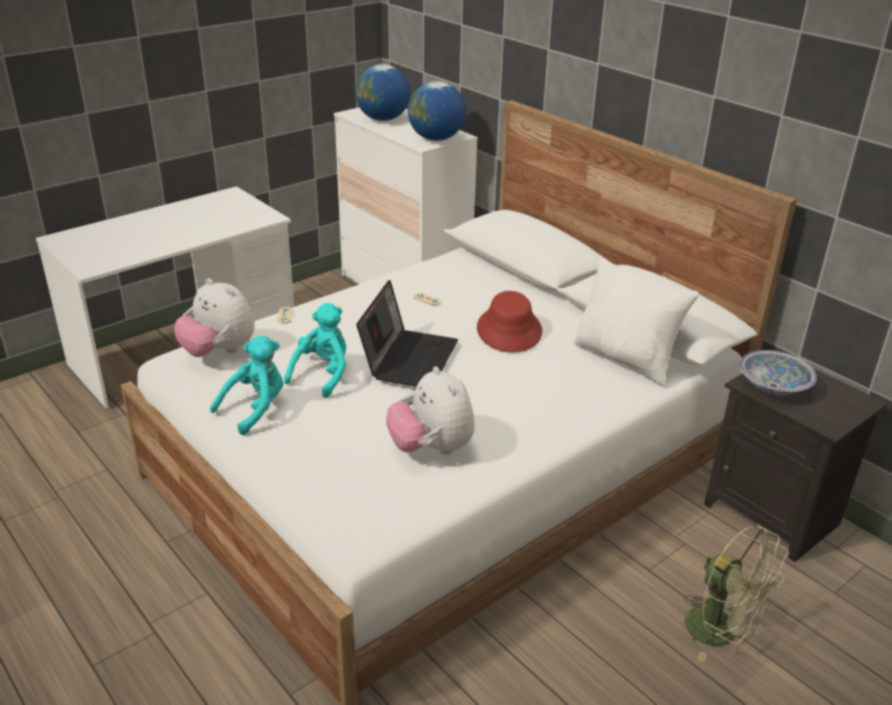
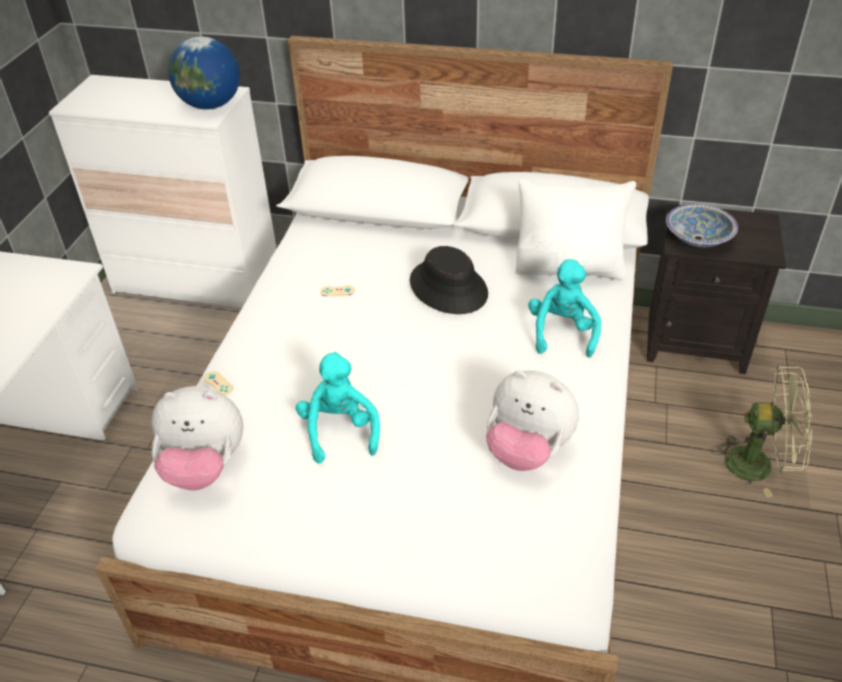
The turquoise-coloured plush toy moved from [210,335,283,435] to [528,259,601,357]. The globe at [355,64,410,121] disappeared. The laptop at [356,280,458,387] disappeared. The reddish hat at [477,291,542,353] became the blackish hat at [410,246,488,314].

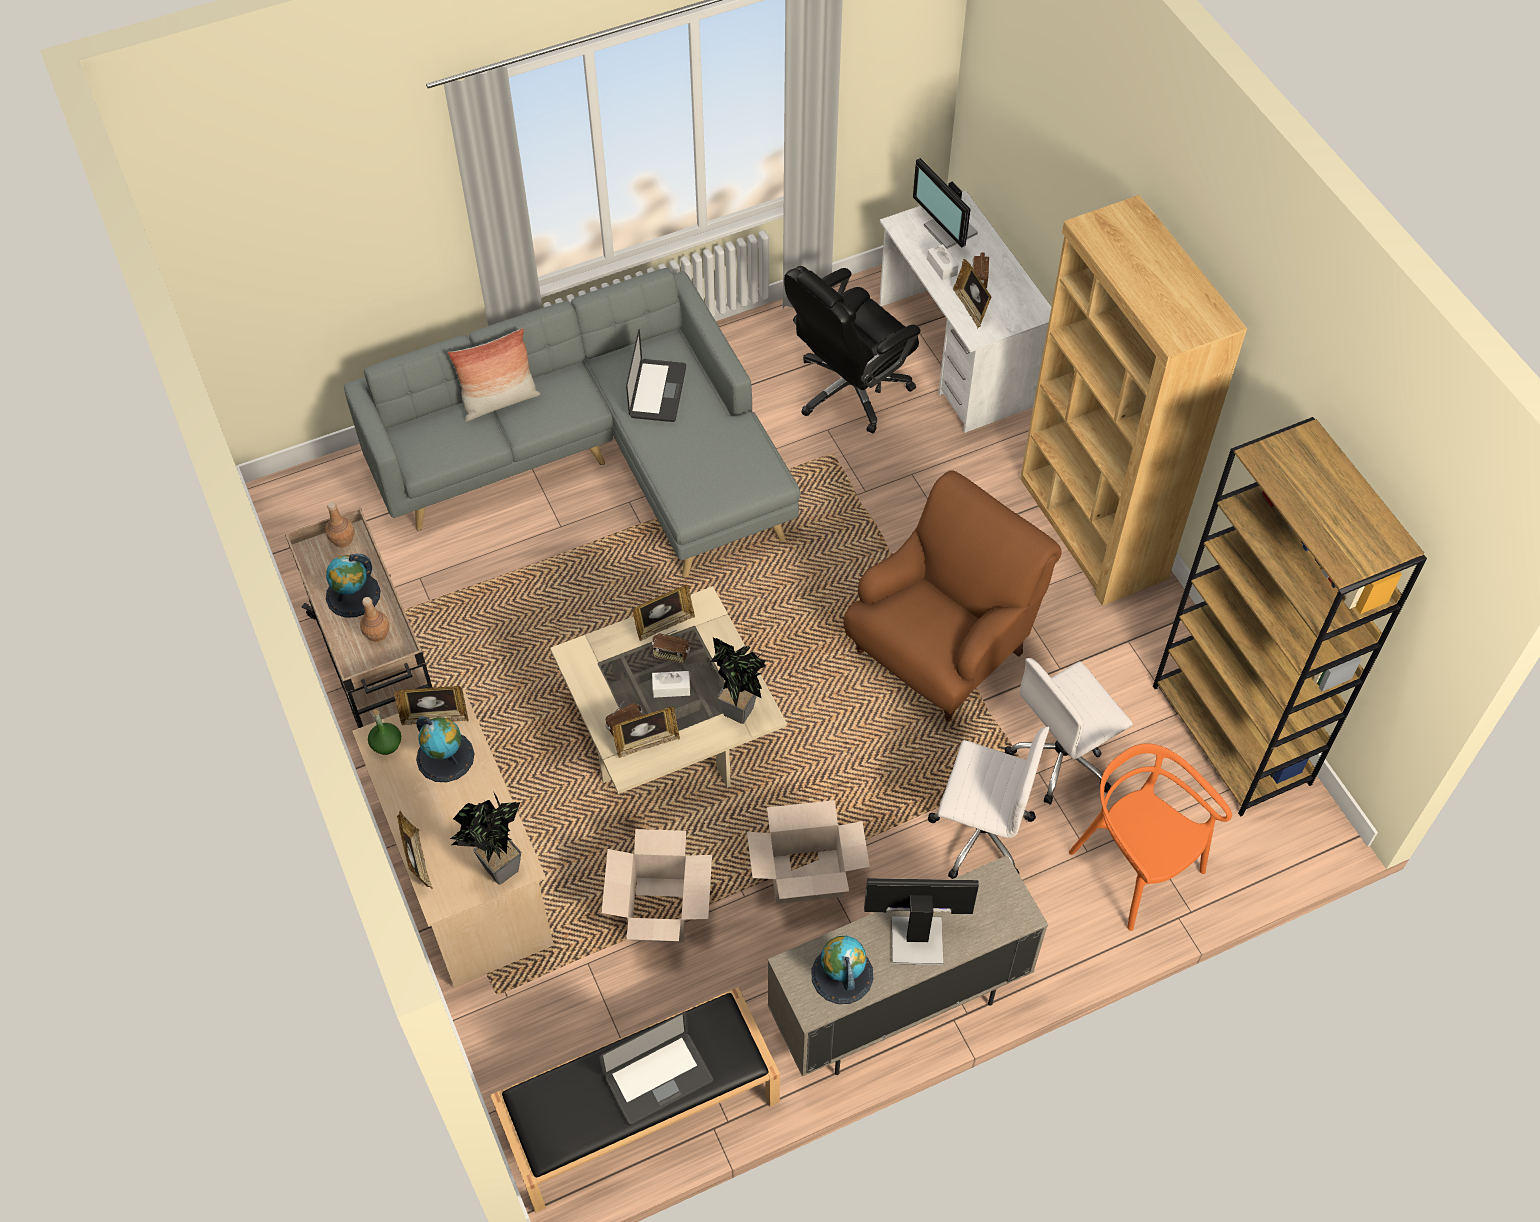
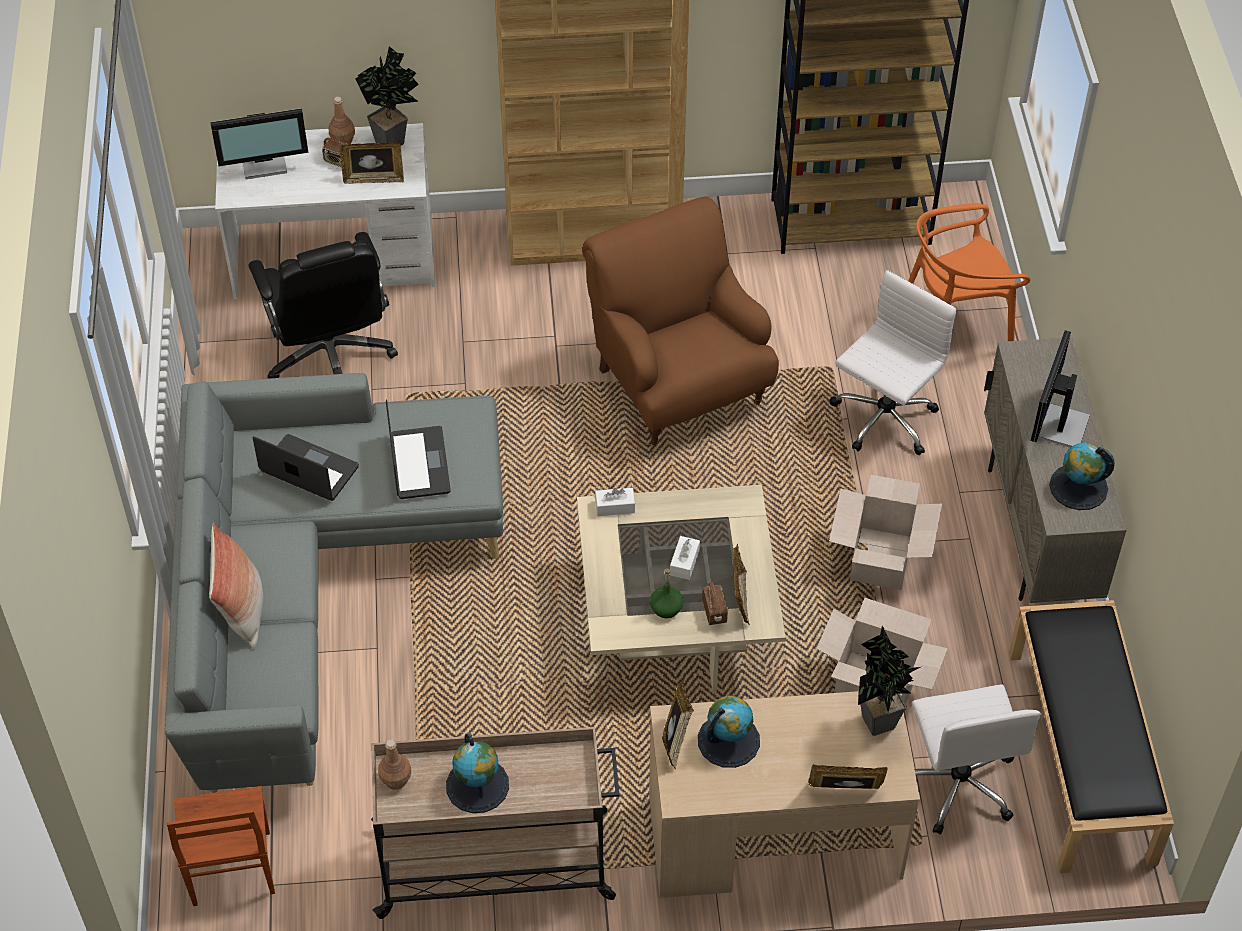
The brownish beverage bottle moved from [360,597,390,642] to [328,97,355,144]. The greenish beverage bottle moved from [368,710,401,755] to [650,569,683,618]. The laptop moved from [599,1012,713,1125] to [386,399,451,499]. The photo frame at [633,585,695,641] disappeared. The radio receiver at [652,630,690,664] disappeared. The plant in a pot moved from [711,638,766,724] to [355,46,419,146]. The whitish tissue box moved from [927,244,959,281] to [595,488,635,516]. The whitish computer chair moved from [1005,658,1133,804] to [912,684,1041,834]. The brownish plain chair at [167,786,275,906] appeared.

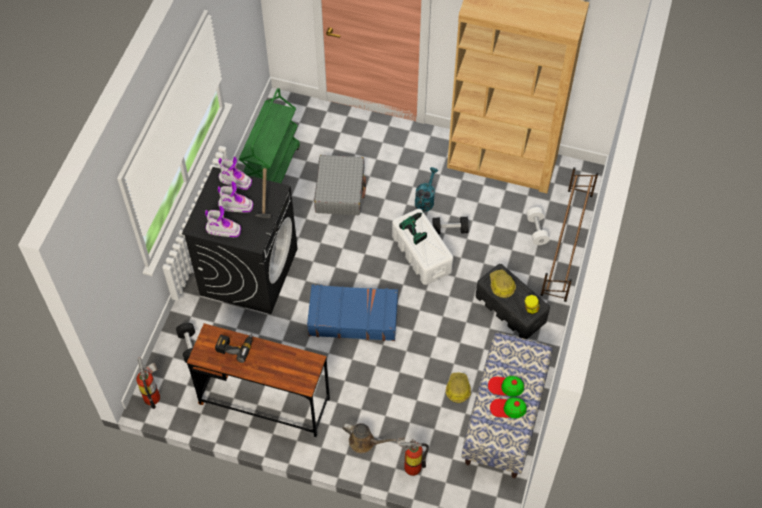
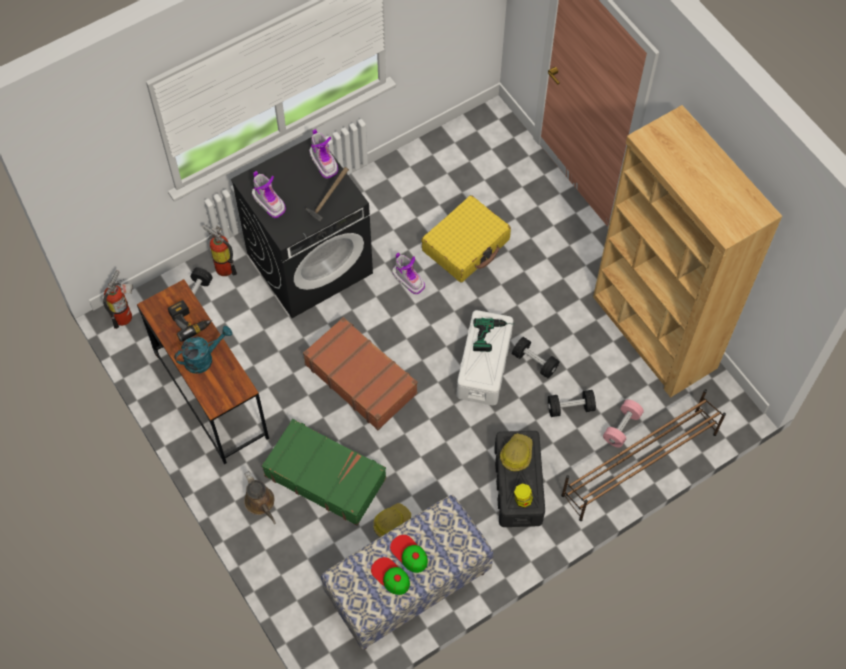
The high-top boot moved from [218,181,253,213] to [392,252,425,294]. The greenish trolley at [239,88,300,183] disappeared. The blue-coloured suitcase at [307,285,398,341] became the brownish suitcase at [303,317,418,430]. The grey suitcase at [314,155,366,215] became the yellow-coloured suitcase at [422,195,511,282]. The fire-fighting cylinder moved from [397,437,429,476] to [203,225,237,276]. The turquoise-coloured watering can moved from [415,167,438,212] to [174,326,232,374]. The whitish free weight at [526,207,550,245] became the pink-coloured free weight at [603,399,644,448]. The greenish suitcase at [262,419,386,526] appeared. The blackish free weight at [548,390,596,417] appeared.

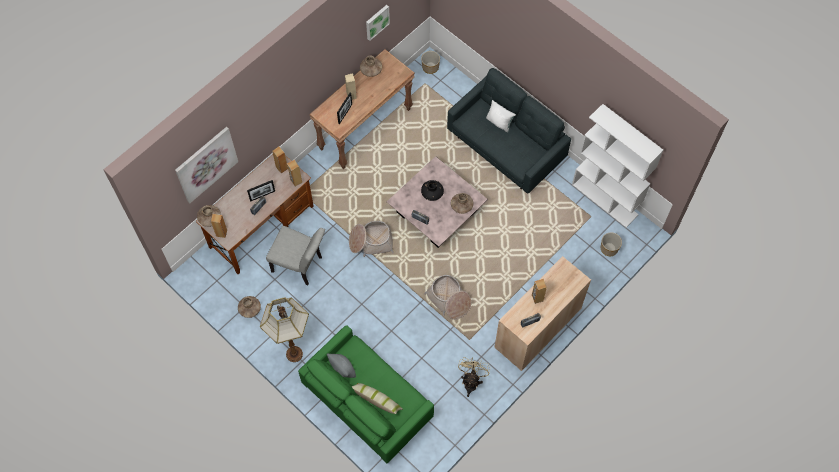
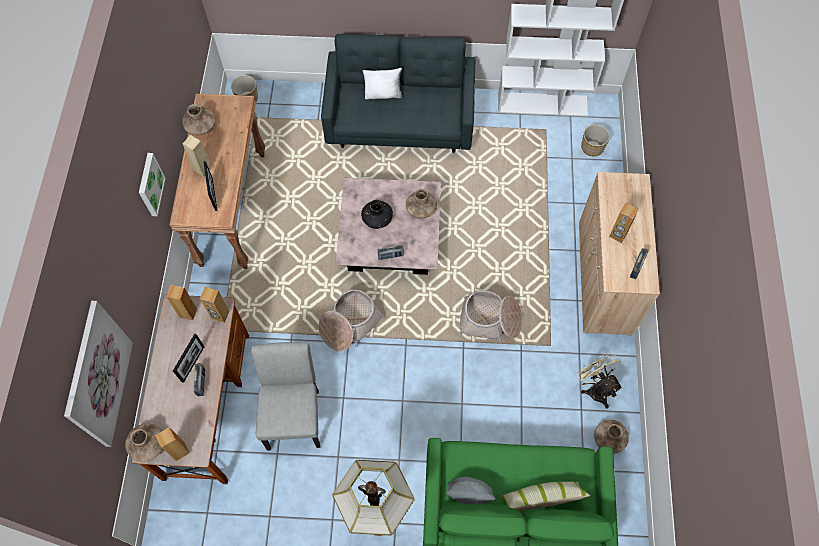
The brownish vase moved from [238,296,261,318] to [594,420,629,454]. The grey plain chair at [266,226,325,285] turned 75 degrees counterclockwise. The picture moved from [366,5,390,41] to [139,153,166,216].

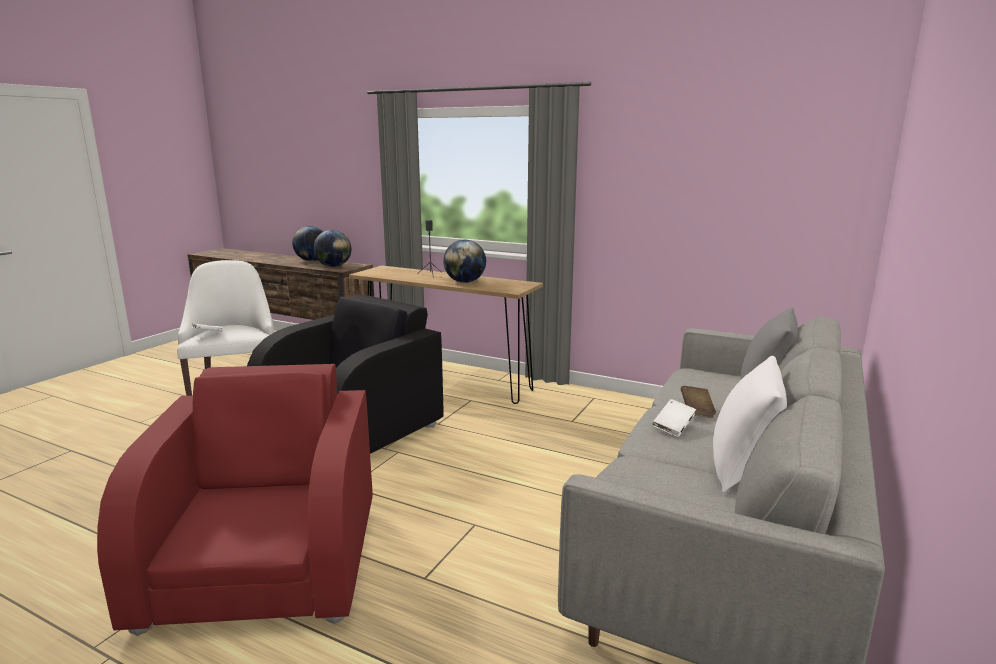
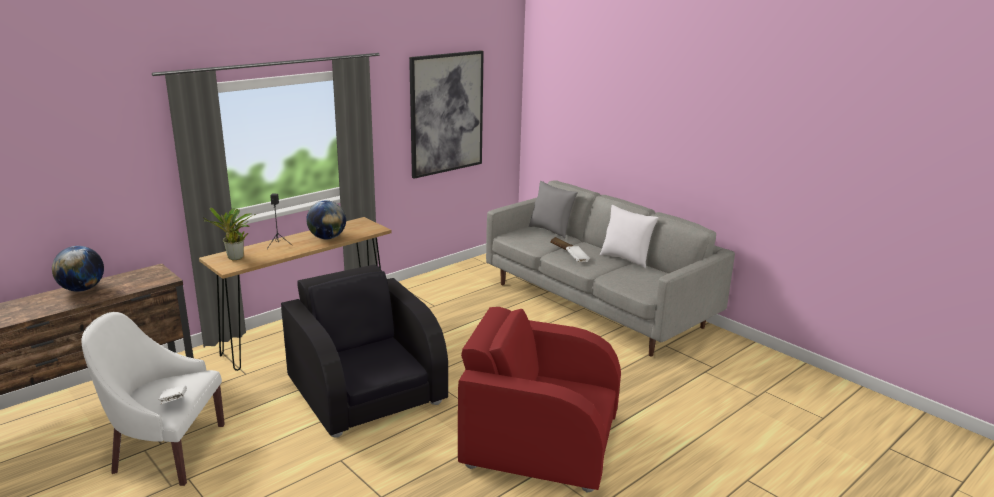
The globe at [314,230,351,267] disappeared. The plant in a pot at [204,208,256,260] appeared. The picture at [409,50,484,179] appeared.

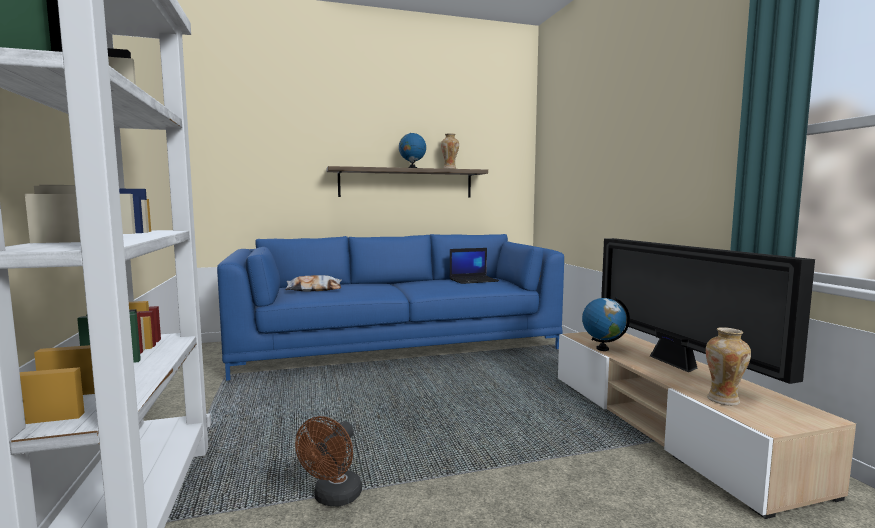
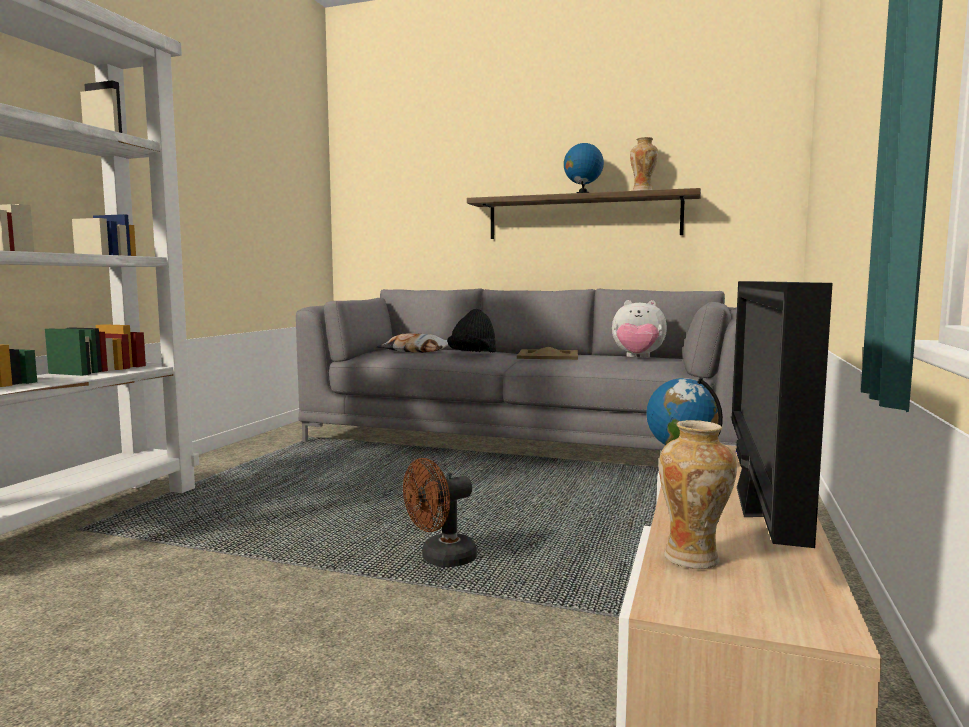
The blue-coloured sofa at [217,234,564,381] became the grey sofa at [296,288,738,450]. The brownish electric fan moved from [295,416,362,507] to [403,458,477,567]. The laptop at [450,248,499,284] was replaced by the plush toy at [612,300,667,358]. The blackish hat at [447,309,496,353] appeared. The sand-coloured carrying tray at [517,347,578,360] appeared.

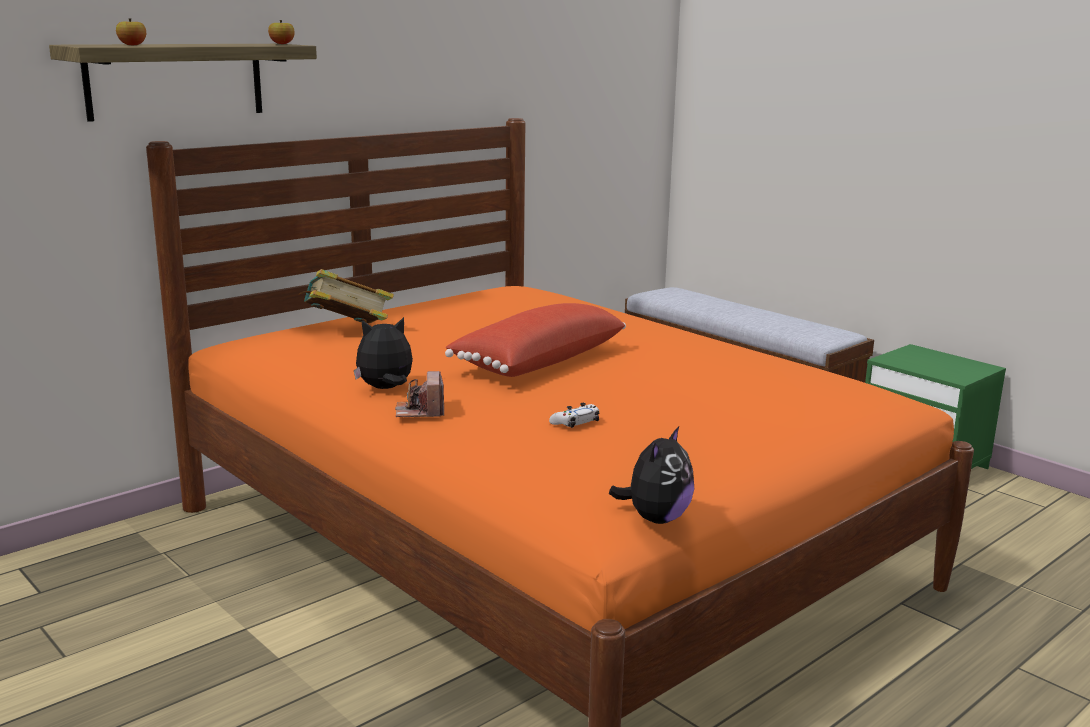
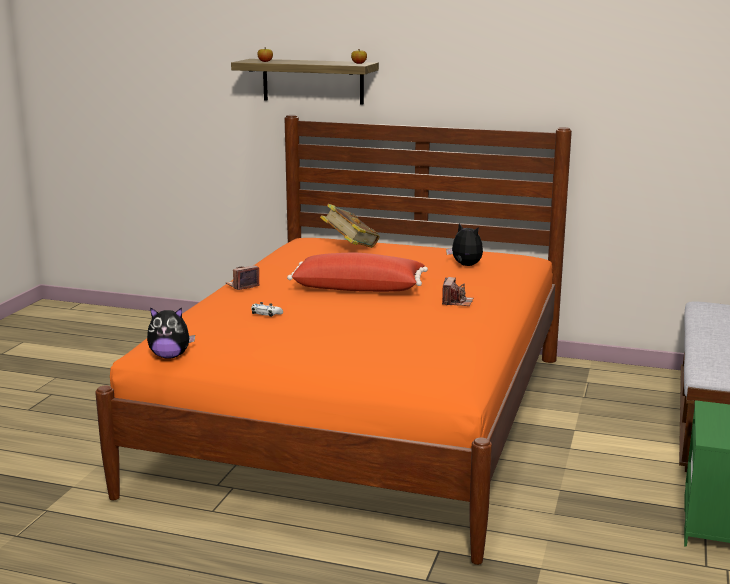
The plush toy moved from [354,317,413,389] to [446,223,483,266]. The still camera at [442,277,473,306] appeared.

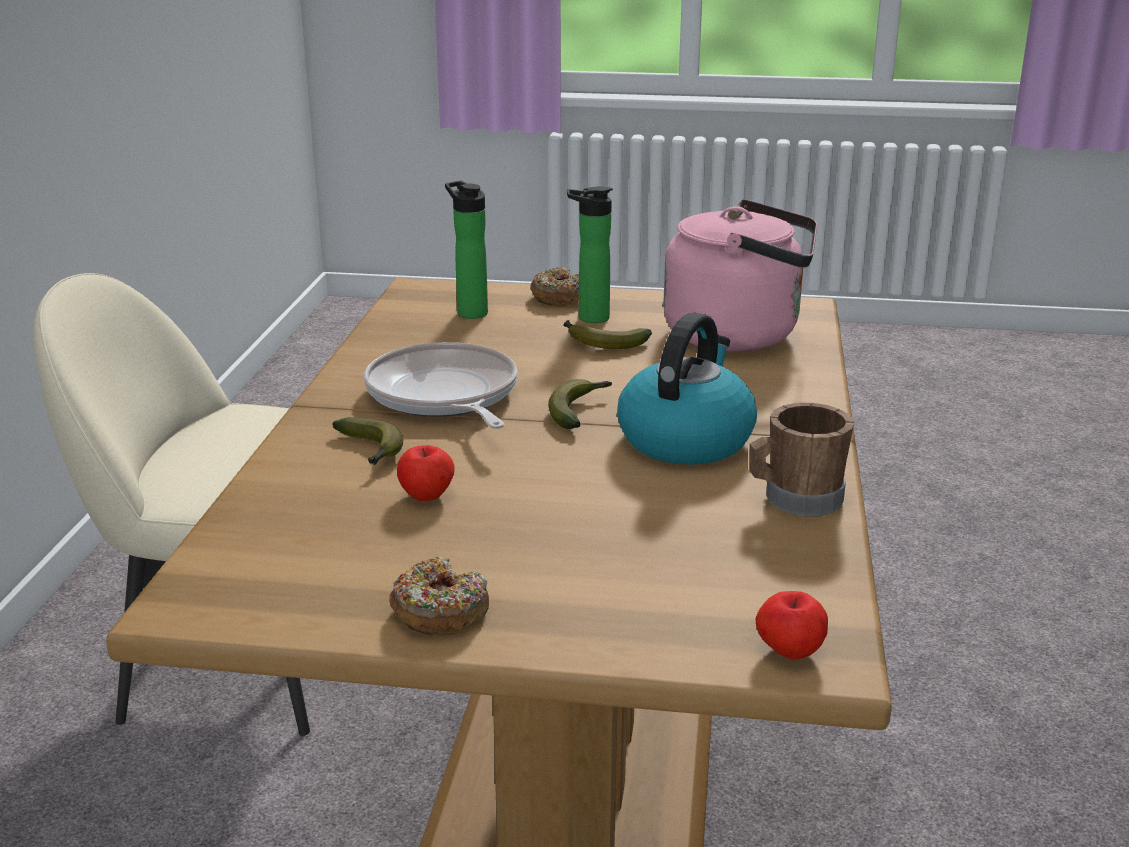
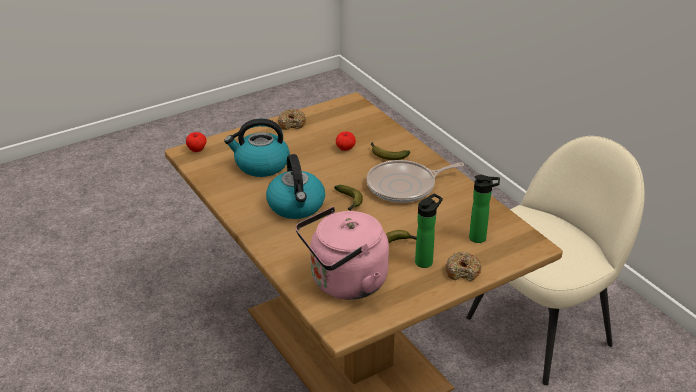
The frying pan at [364,342,518,429] turned 135 degrees clockwise. The brownish tea mug at [749,403,854,517] disappeared. The tea kettle at [224,118,290,177] appeared.

